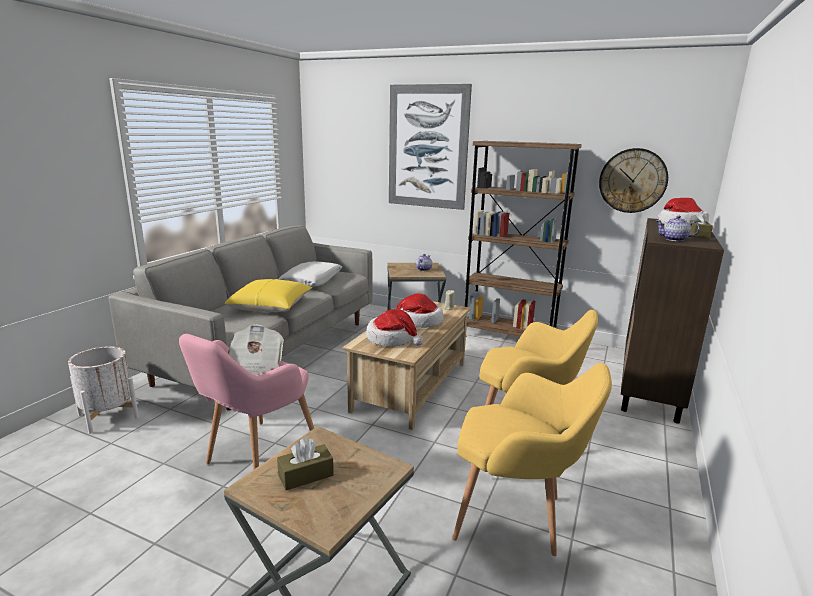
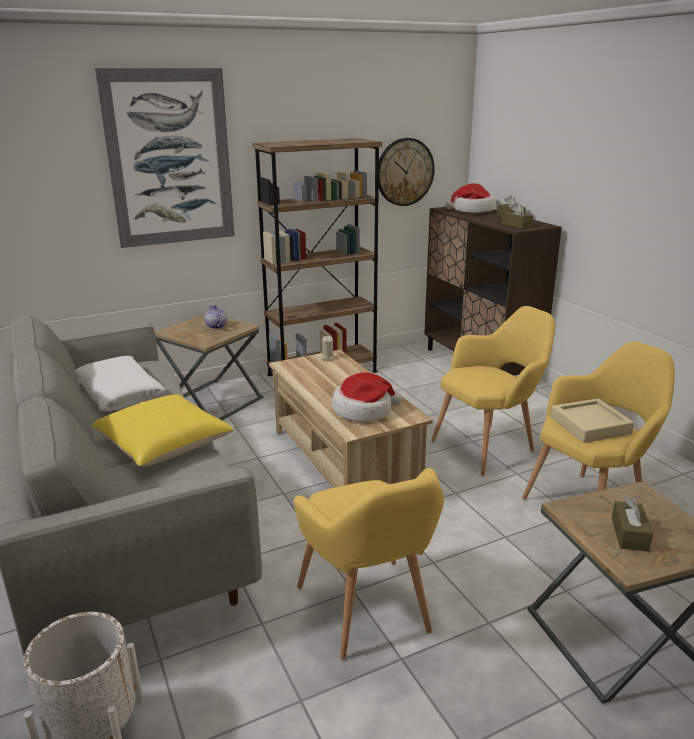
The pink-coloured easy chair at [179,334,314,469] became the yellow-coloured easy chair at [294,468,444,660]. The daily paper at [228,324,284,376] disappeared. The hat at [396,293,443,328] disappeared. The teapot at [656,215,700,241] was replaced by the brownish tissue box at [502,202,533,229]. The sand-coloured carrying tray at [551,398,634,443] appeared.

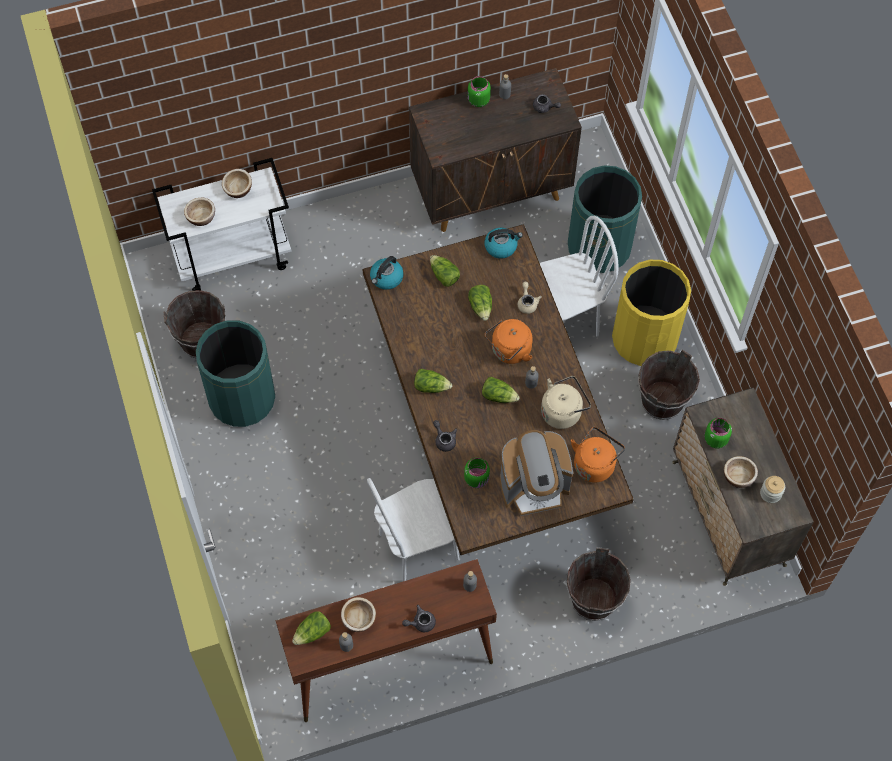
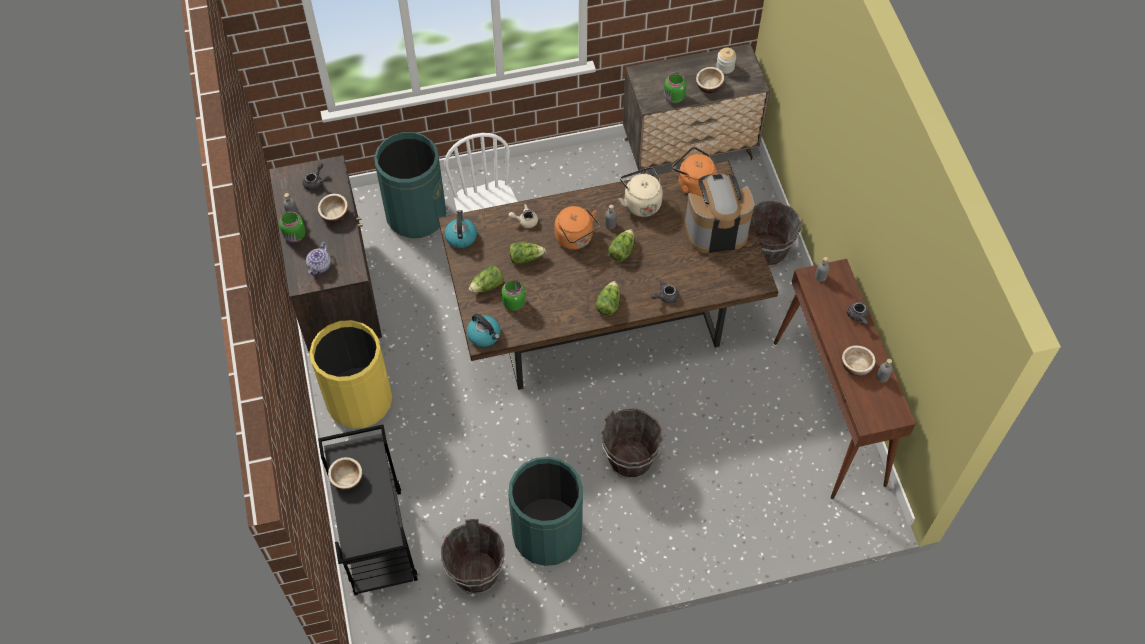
The whitish trolley at [152,158,292,291] became the blackish trolley at [318,425,418,595]. The deep dish moved from [184,198,215,226] to [318,194,348,223]. The head of lettuce at [292,611,331,645] disappeared. The whitish plain chair at [367,478,459,582] disappeared. The greenish jar moved from [464,458,490,488] to [502,279,526,311]. The coffee maker at [500,430,573,516] turned 90 degrees counterclockwise. The yellow-coloured rubbish bin moved from [612,260,691,366] to [310,320,392,428]. The brownish bucket moved from [638,350,700,420] to [602,409,663,479]. The teapot at [306,242,331,275] appeared.

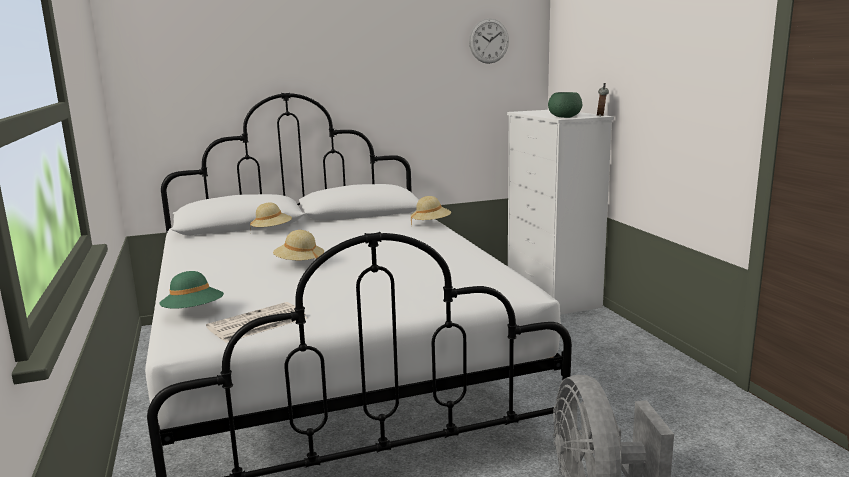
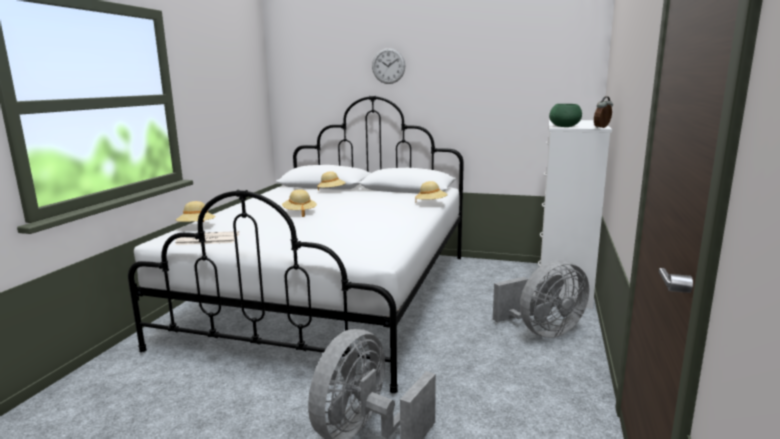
The greenish hat at [159,271,224,309] became the sand-coloured hat at [176,201,215,222]. The clock on the wall moved from [469,18,509,64] to [372,48,405,84]. The grey electric fan at [493,260,589,338] appeared.

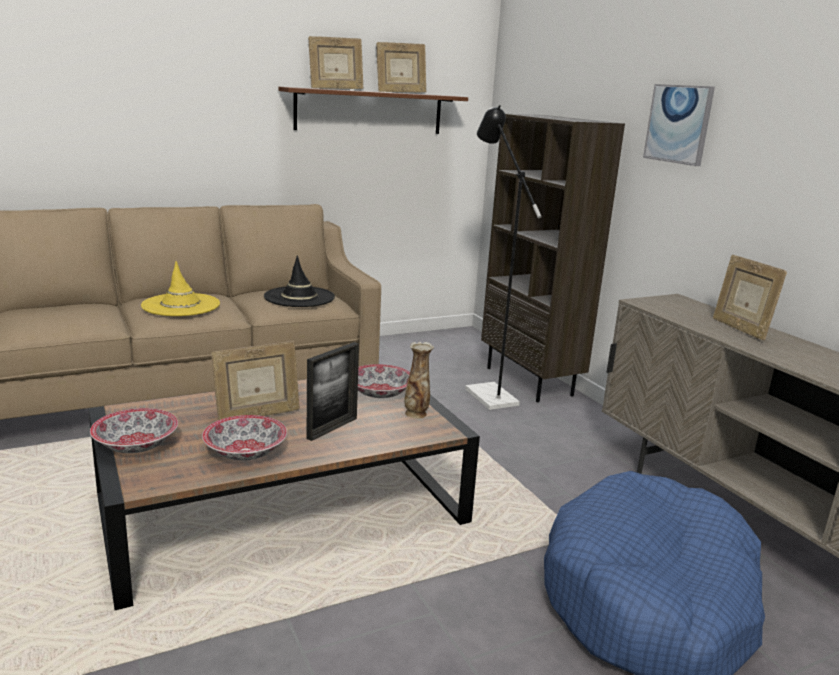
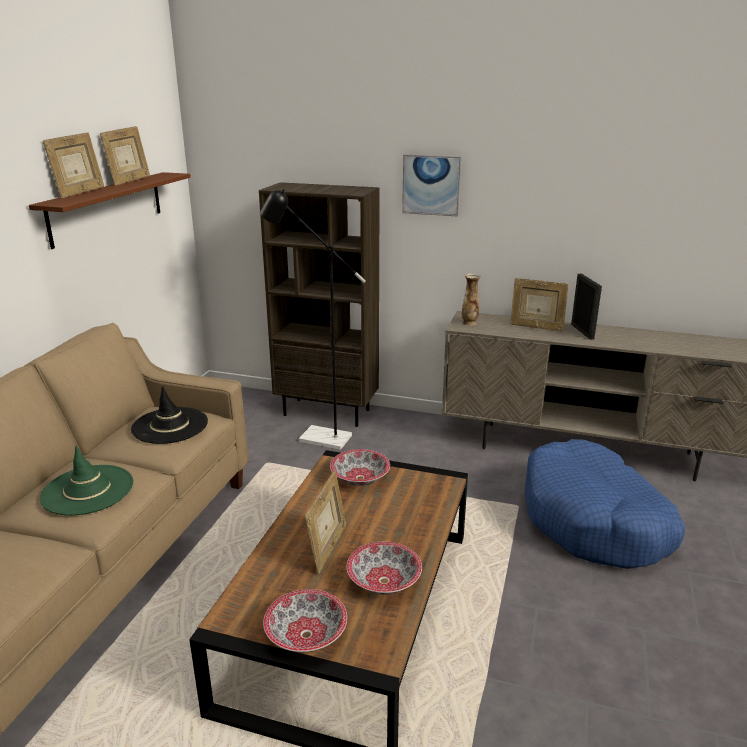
The yellow-coloured hat at [141,261,220,316] became the greenish hat at [40,446,133,515]. The photo frame moved from [306,342,359,441] to [571,274,602,340]. The vase moved from [405,342,434,419] to [462,274,481,325].

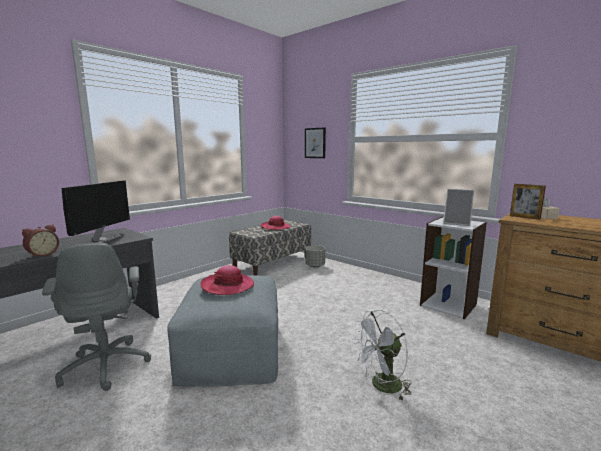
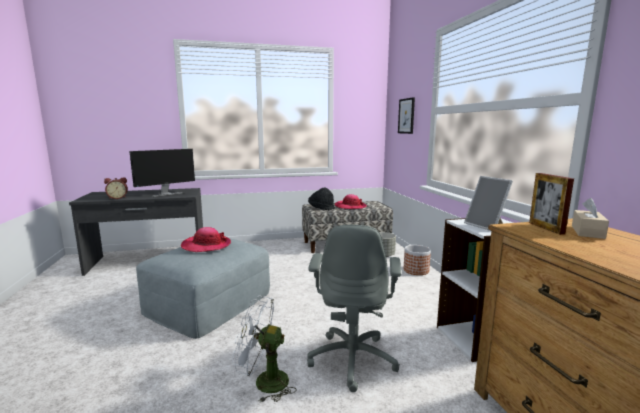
The grey computer chair moved from [42,242,151,391] to [307,225,401,392]. The blackish hat at [308,188,335,210] appeared. The flower pot at [404,245,431,275] appeared.

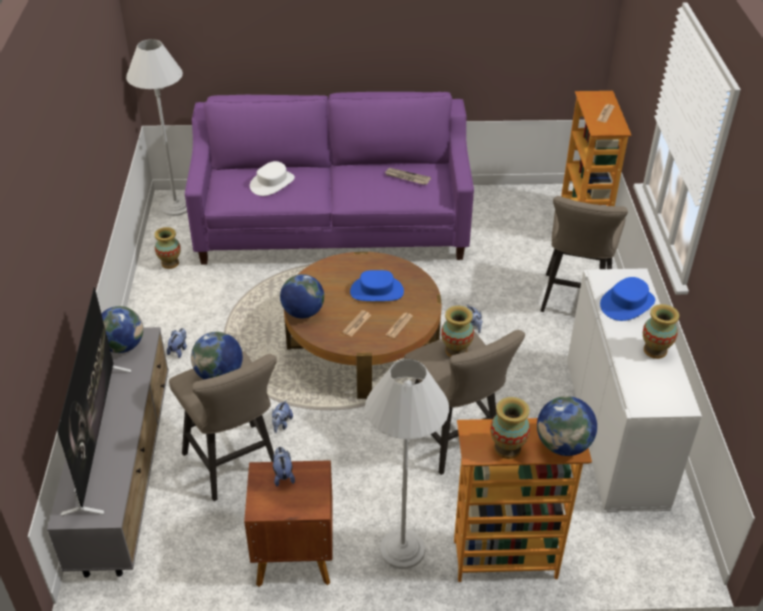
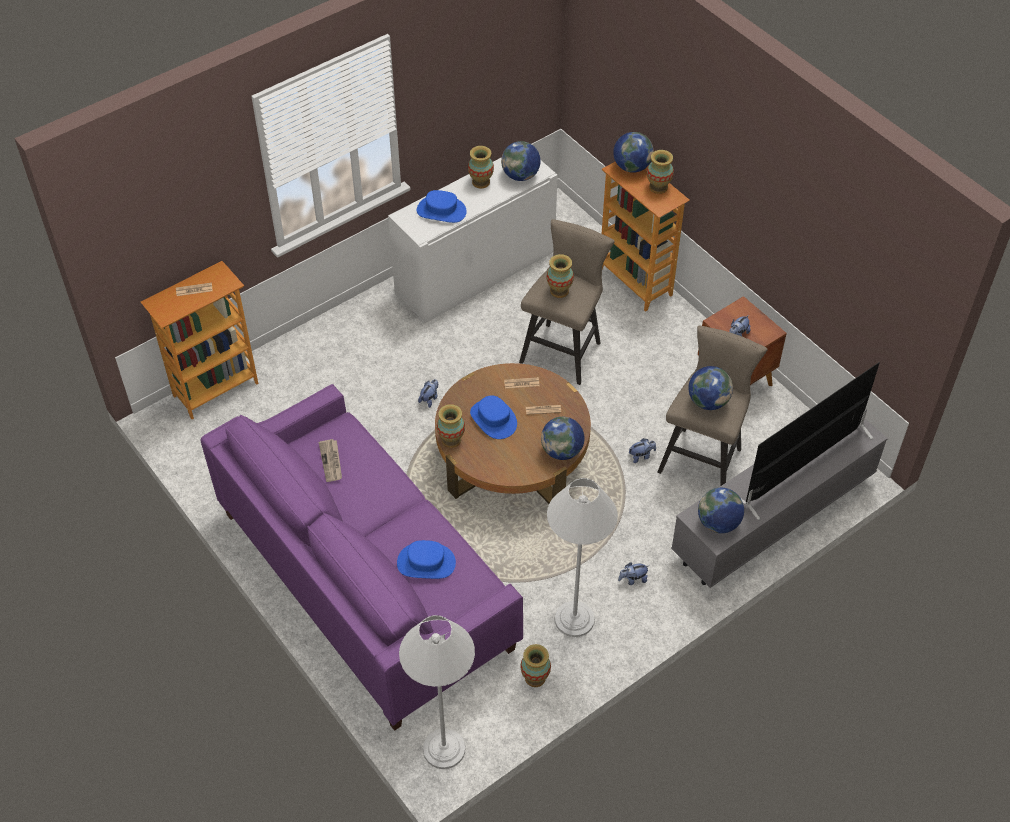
The whitish hat at [250,161,295,196] became the blue-coloured hat at [397,540,456,579]. The whitish floor lamp moved from [365,359,449,569] to [547,478,618,637]. The sand-coloured stool at [541,196,628,312] disappeared. The vase at [437,404,465,448] appeared. The globe at [501,141,541,181] appeared.

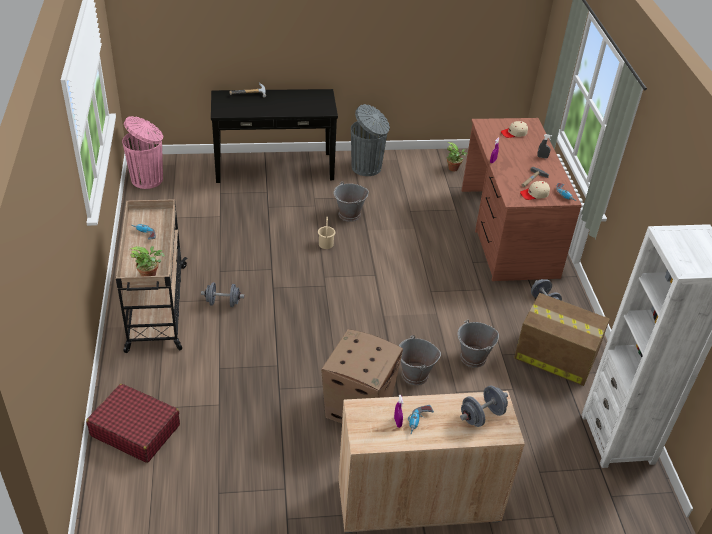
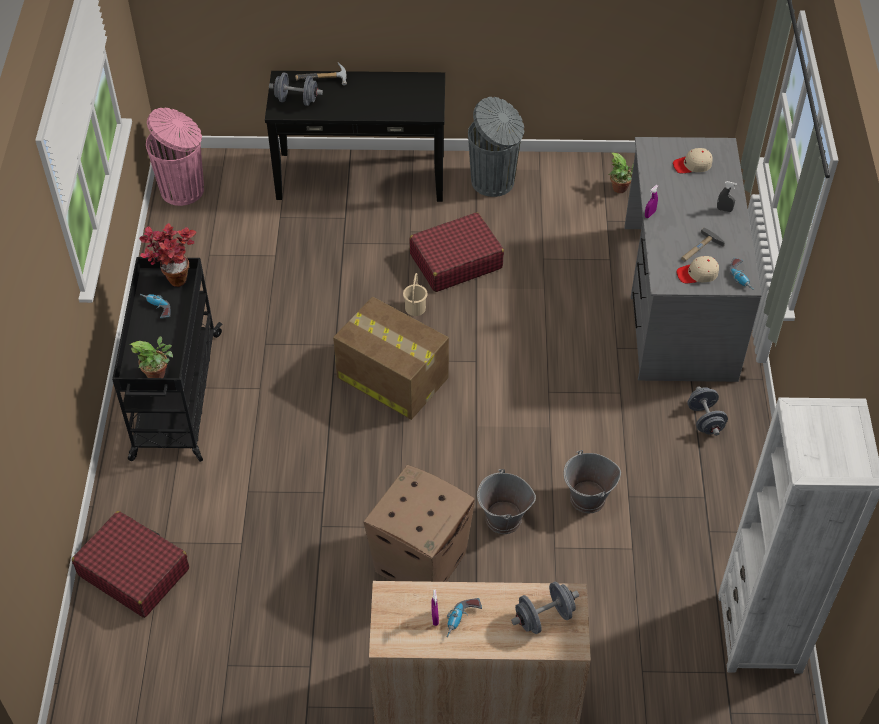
The sand-coloured trolley at [116,199,187,353] became the blackish trolley at [112,257,223,462]. The grey free weight moved from [201,282,244,307] to [269,73,323,106]. The grey bucket at [334,181,369,222] was replaced by the reddish suitcase at [410,212,504,292]. The brownish desk unit at [462,118,582,281] became the grey desk unit at [624,137,762,382]. The cardboard box moved from [514,293,610,386] to [333,297,449,420]. The plant in a pot at [139,223,197,287] appeared.

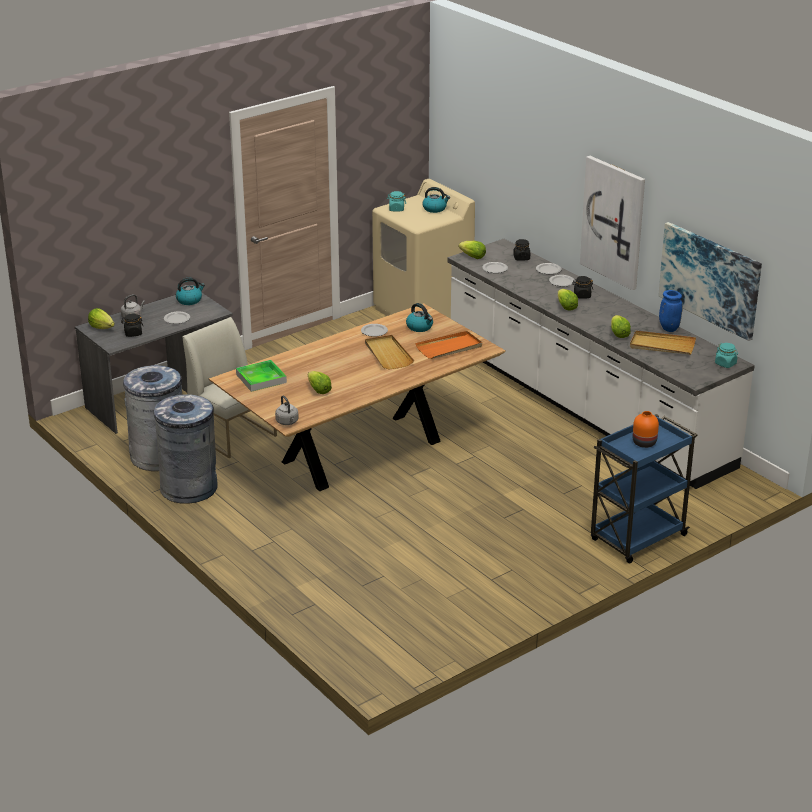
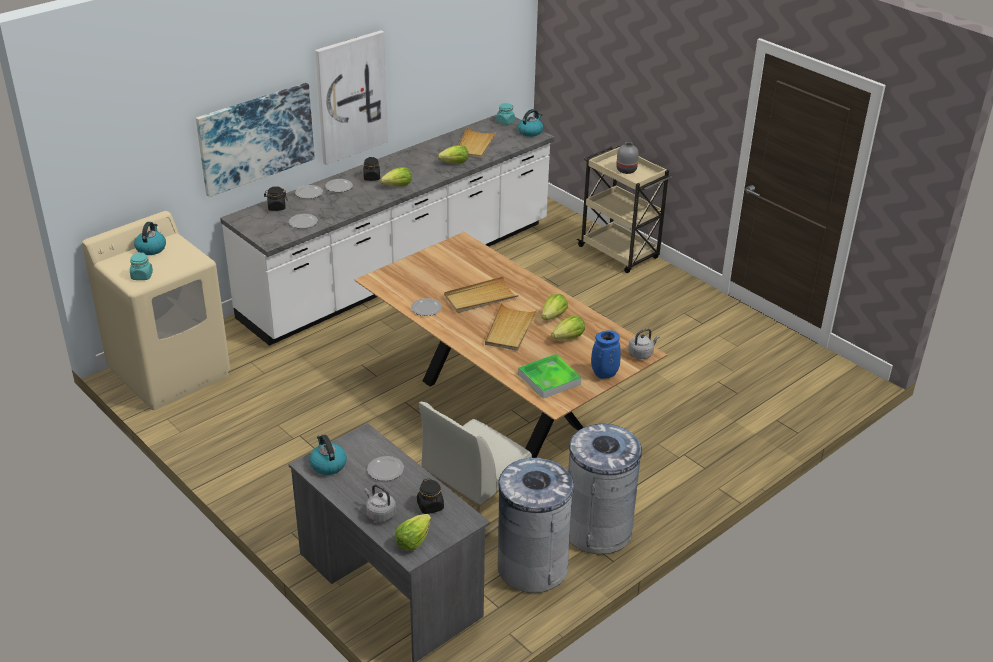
The tea kettle moved from [406,303,433,332] to [518,109,543,137]. The orangey carrying tray at [416,331,482,359] disappeared. The head of lettuce moved from [459,241,486,259] to [542,294,568,320]. The blue-coloured trolley at [591,414,698,564] became the sand-coloured trolley at [577,146,672,273]. The orangey vase at [633,411,659,448] became the grey vase at [616,142,639,174]. The picture moved from [658,222,762,341] to [196,83,315,197]. The blue-coloured vase moved from [659,290,683,332] to [591,330,621,379]. The sand-coloured carrying tray at [485,302,538,351] appeared.

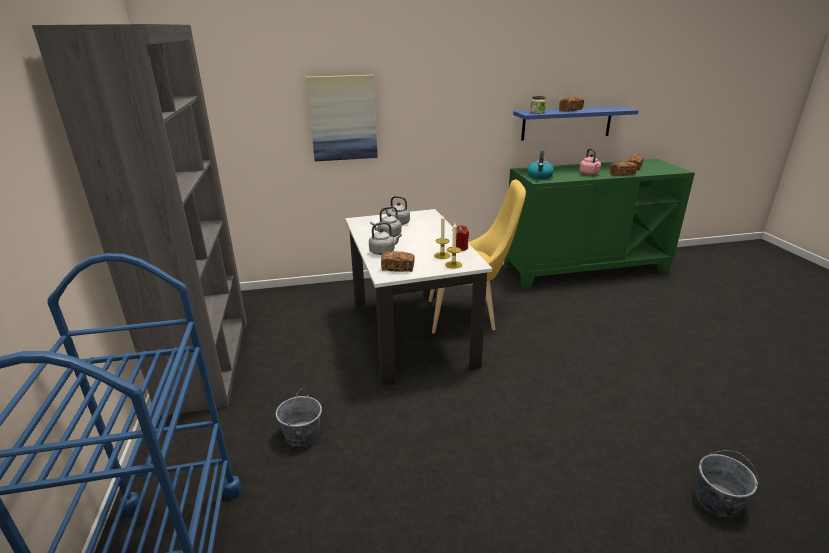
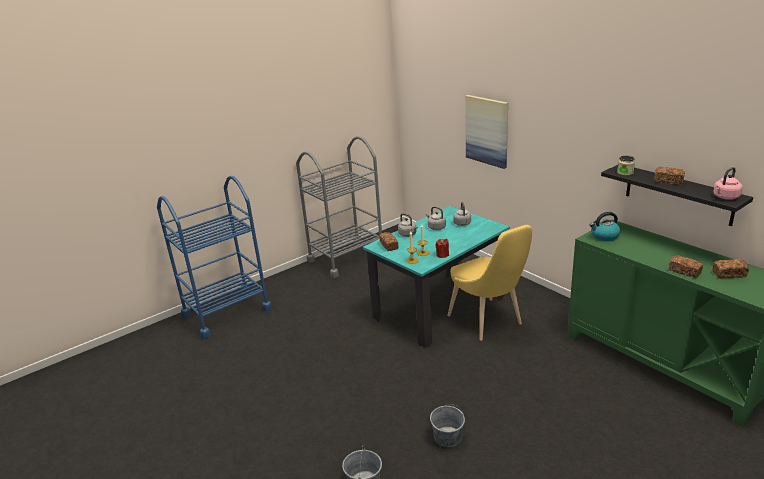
The grey bookcase at [32,24,247,416] was replaced by the grey trolley at [296,136,382,278]. The grey bucket moved from [276,389,322,446] to [430,404,465,447]. The whitish dining table at [345,209,492,385] became the turquoise-coloured dining table at [363,206,510,348]. The blue-coloured wall shelf at [513,106,639,141] became the blackish wall shelf at [601,165,753,226]. The pink-coloured tea kettle moved from [579,148,601,175] to [713,167,742,199].

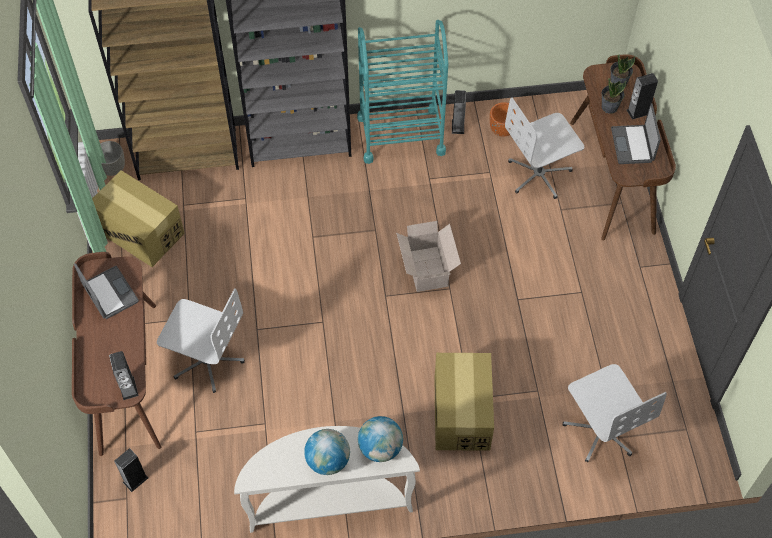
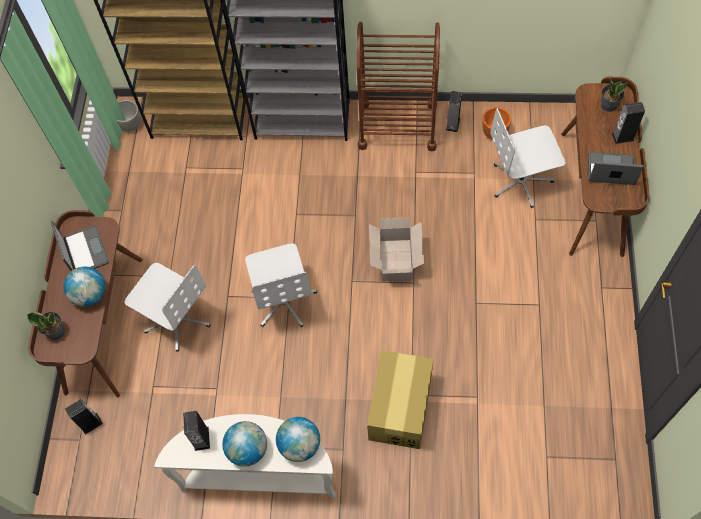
The cardboard box at [92,170,185,267] disappeared. The audio speaker moved from [109,351,139,400] to [183,411,210,451]. The turquoise-coloured trolley at [357,20,448,164] became the brownish trolley at [356,22,440,151]. The whitish computer chair moved from [563,364,667,462] to [245,243,317,327]. The plant in a pot moved from [601,78,626,114] to [27,312,65,340]. The laptop at [611,103,661,164] turned 90 degrees clockwise. The globe at [64,267,106,307] appeared.

